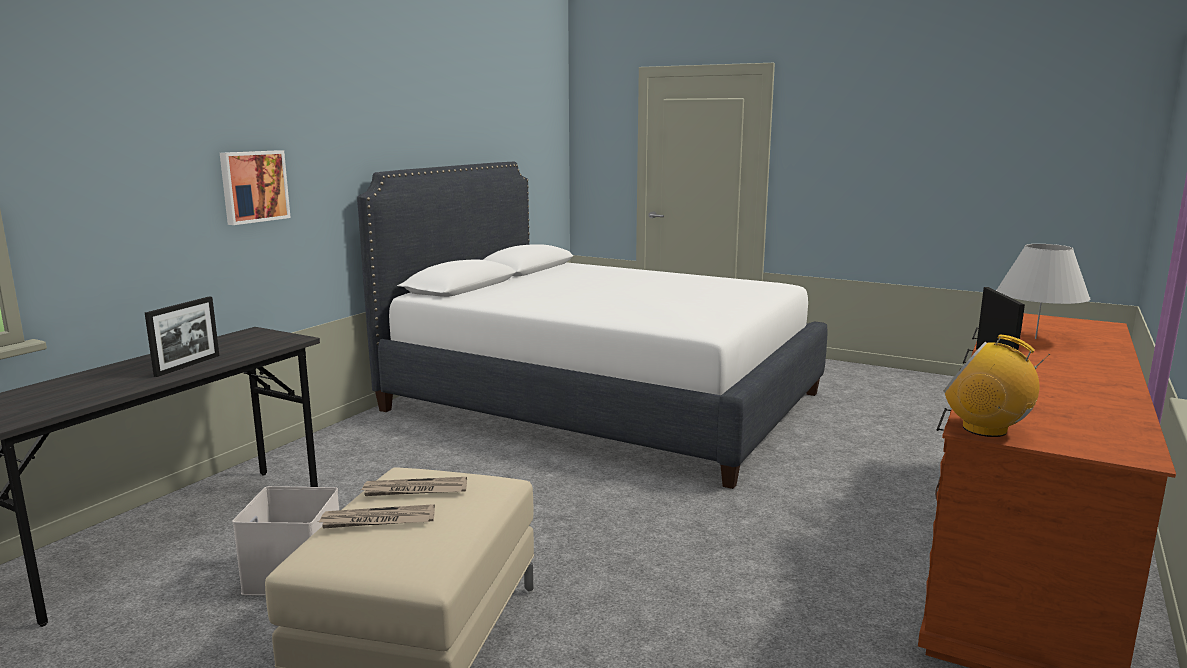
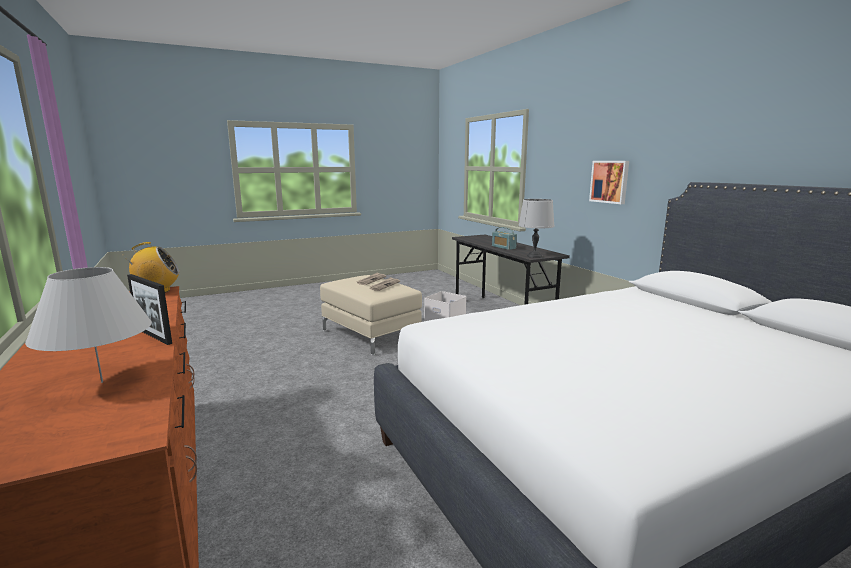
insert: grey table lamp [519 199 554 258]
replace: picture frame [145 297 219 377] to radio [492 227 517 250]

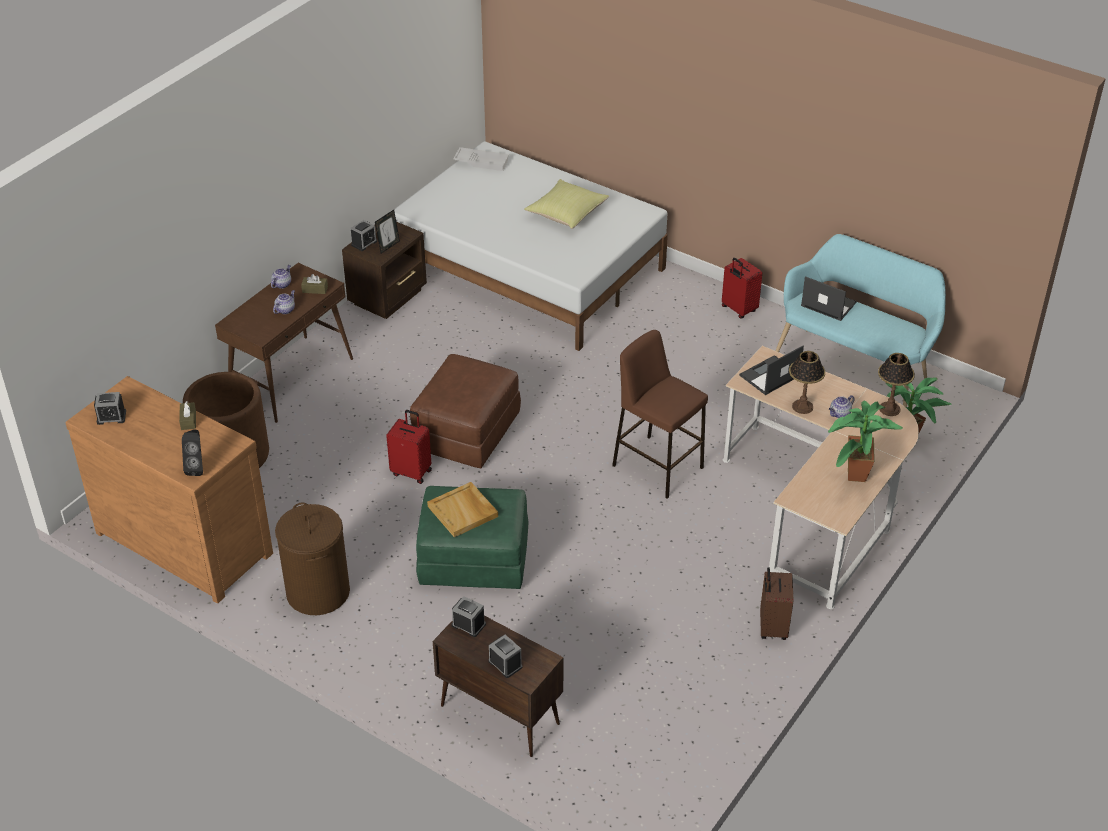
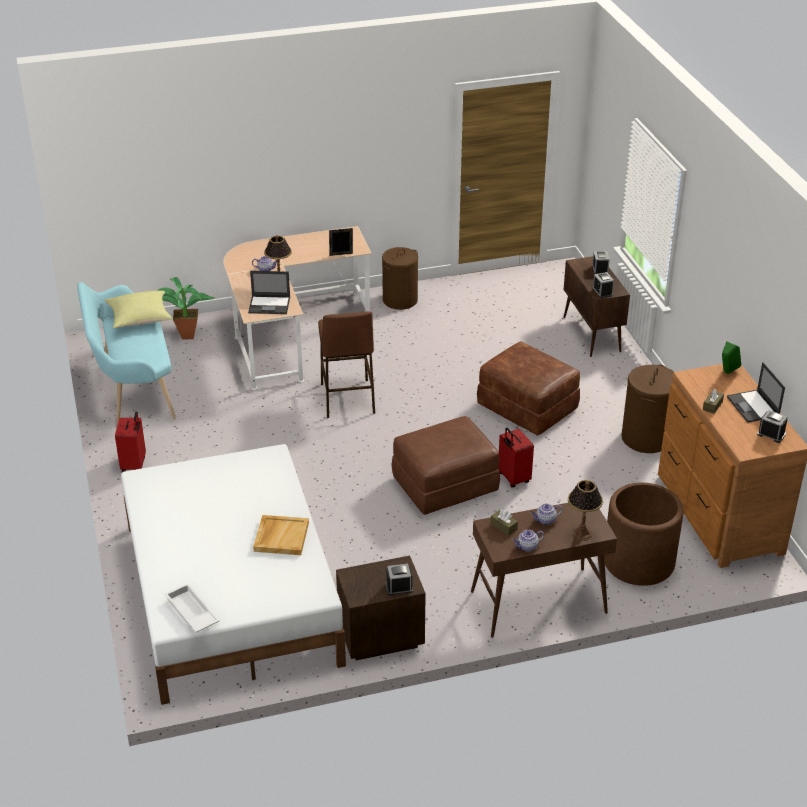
delete: potted plant [828 400 903 482]
move: yellow pillow [524 179 609 229] to [105 291 172 328]; beige tray [427 482 498 537] to [253 515 309 555]; picture frame [375 210 400 254] to [329 228 353 256]; table lamp [878 353 915 416] to [568 480 603 541]; laptop [801 276 857 321] to [727 362 785 423]
replace: brown suitcase [760 567 793 640] to brown laundry basket [382 247 418 310]
recolor: green ottoman [416 486 528 589] to brown ottoman [477 342 580 436]; black speaker [182 429 203 476] to green speaker [722 341 741 374]

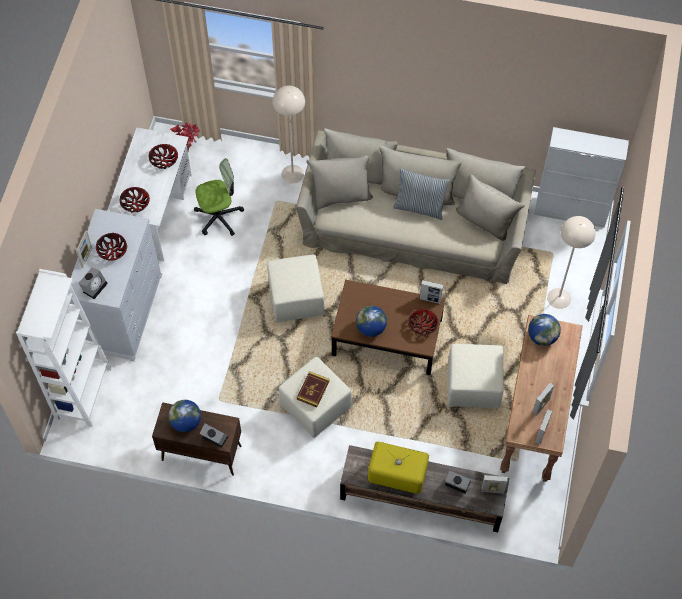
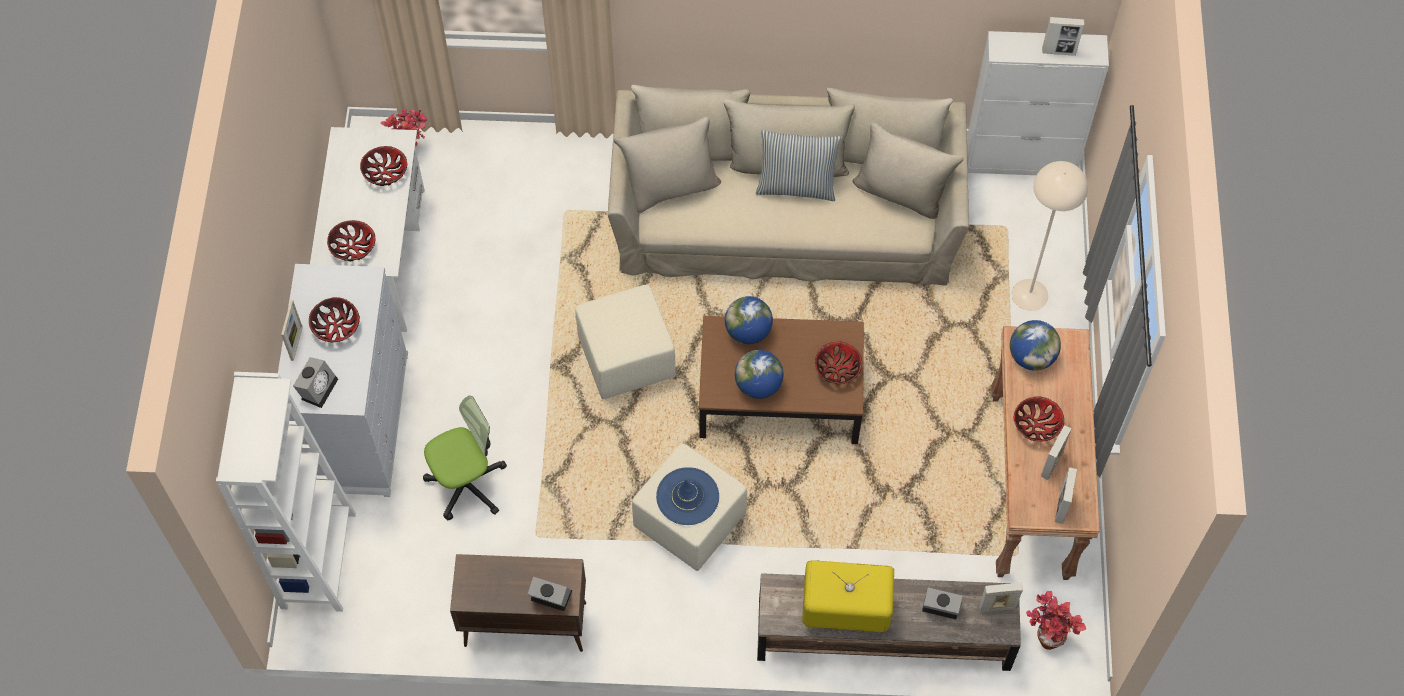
delete: beige floor lamp [272 86 305 184]; beige ottoman [448 344 504 408]
insert: bowl [1014 396 1064 442]; potted plant [1026 591 1086 650]
move: office chair [194 158 244 236] to [423 396 507 520]; globe [168 400 201 432] to [725 296 773 344]; picture frame [420 280 444 304] to [1042 17 1084 56]
replace: book [297 371 330 408] to blue hat [656 467 719 525]

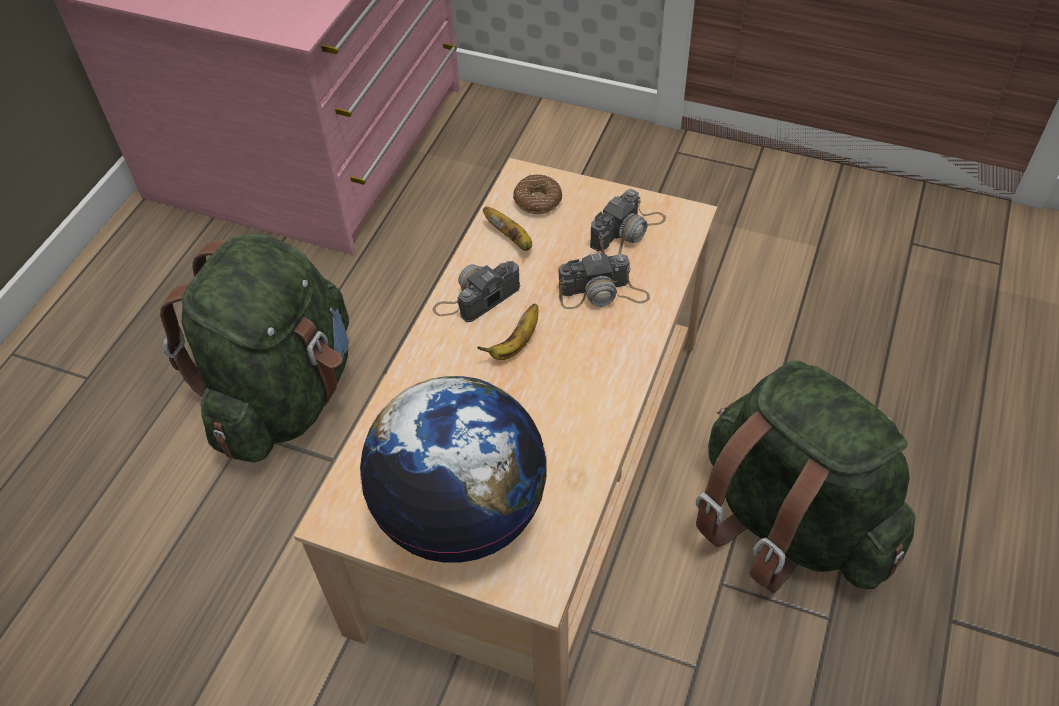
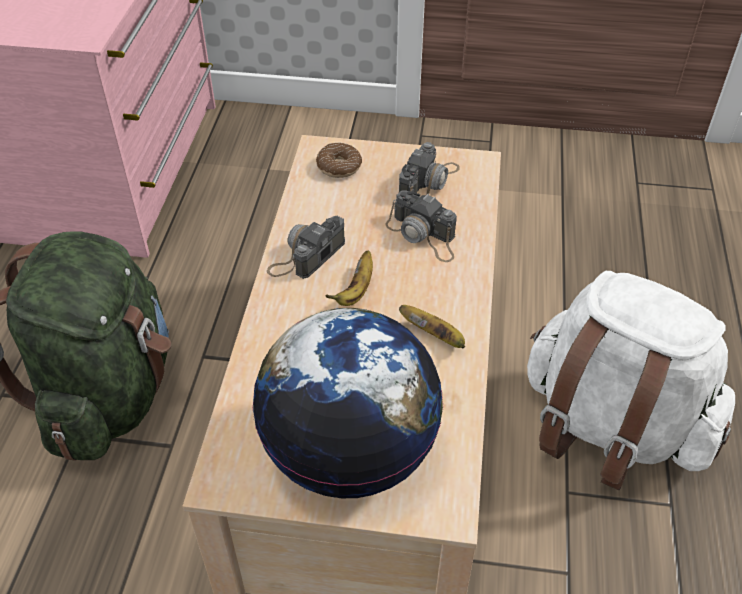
move: banana [483 207 532 251] to [399 305 465 349]
recolor: green backpack [696 360 916 593] to white backpack [527 271 735 490]
rotate: photo camera [559 252 650 309] = [385 190 457 262] 60 degrees clockwise

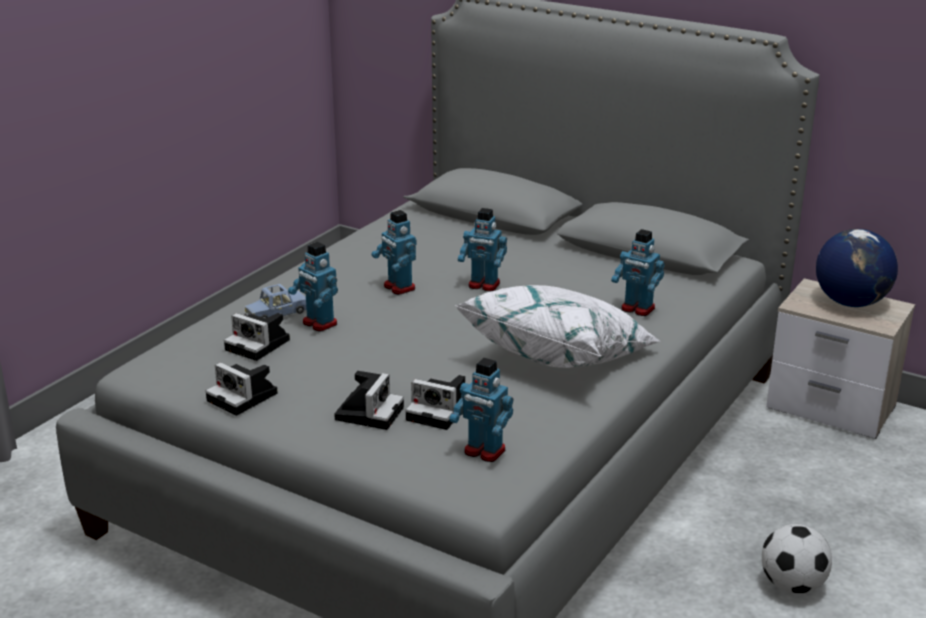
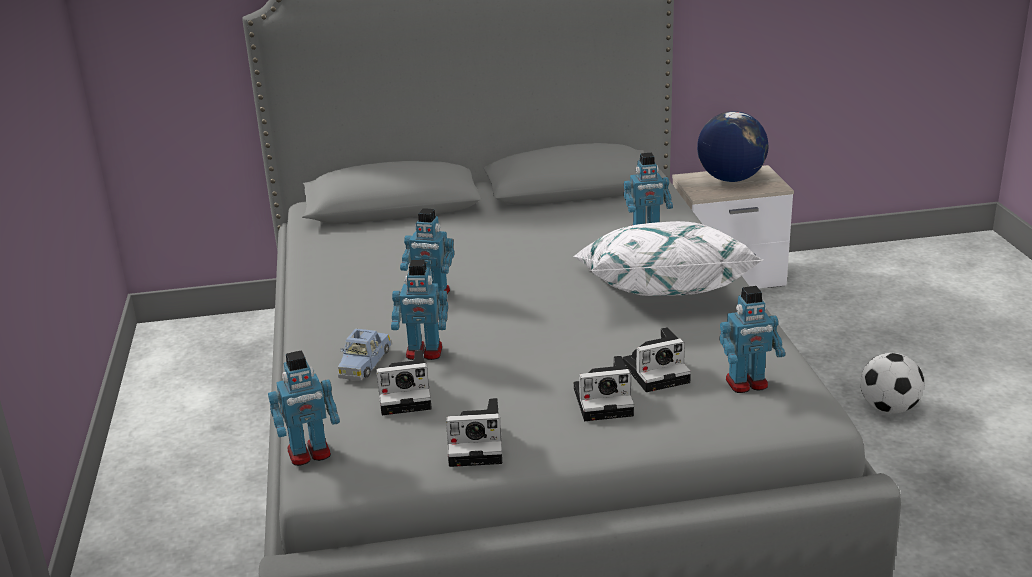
move: toy robot [458 208 507 291] to [268 350 340 466]
rotate: photo camera [334 371 404 430] = [574 356 634 421] 105 degrees clockwise

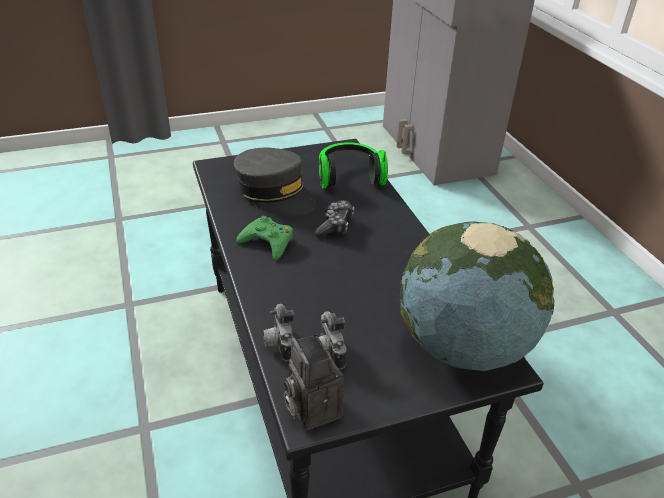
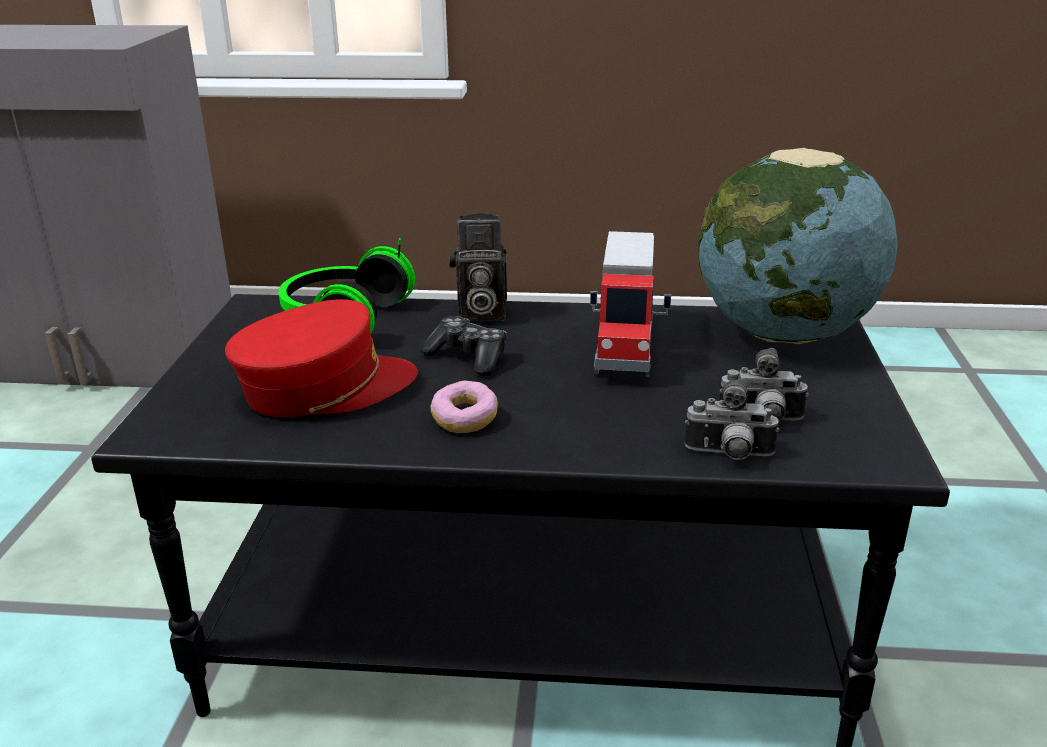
insert: toy truck [590 231 671 377]
move: photo camera [284 334 344 430] to [449 213 507 322]
replace: green game controller [236 216 293 260] to donut [431 381 498 433]
recolor: grey cap [234 148 317 216] to red cap [225 299 418 417]

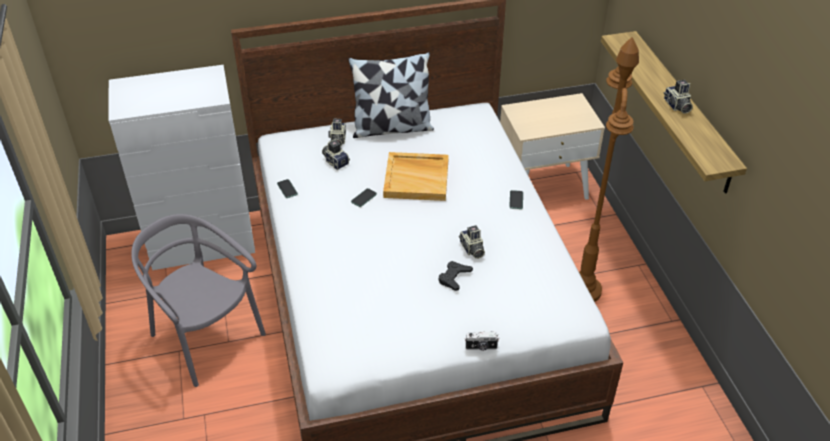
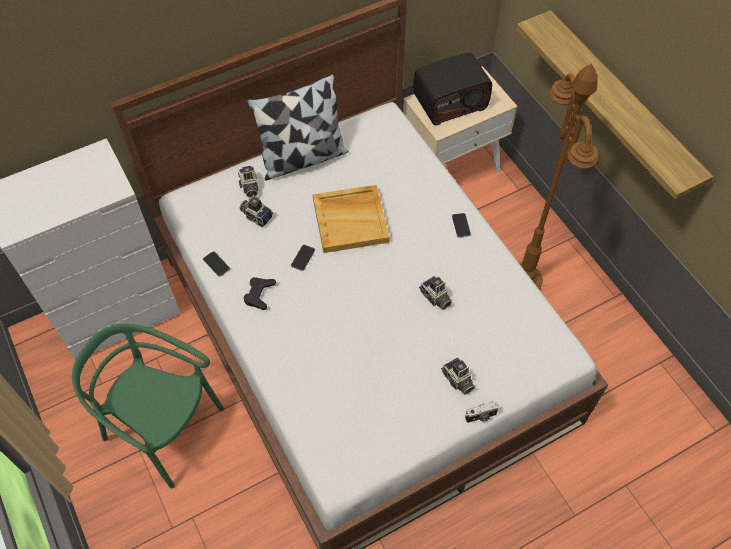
insert: radio [413 52 492 125]
move: black game controller [439 261 473 291] to [243 277 276 310]; photo camera [663 80 693 114] to [441 357 475 395]
recolor: grey chair [131 214 266 387] to green chair [72 324 224 488]

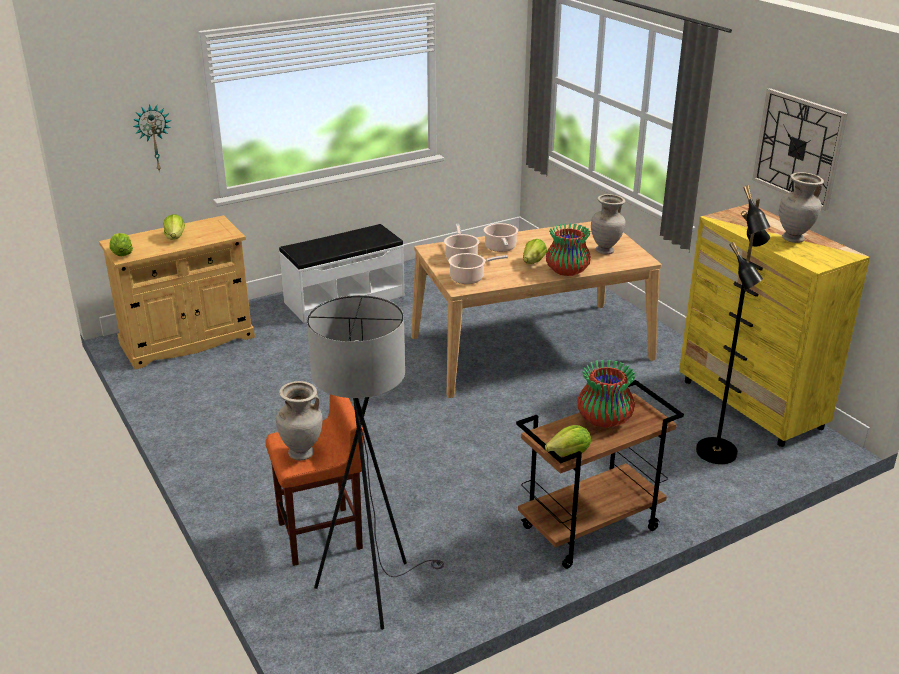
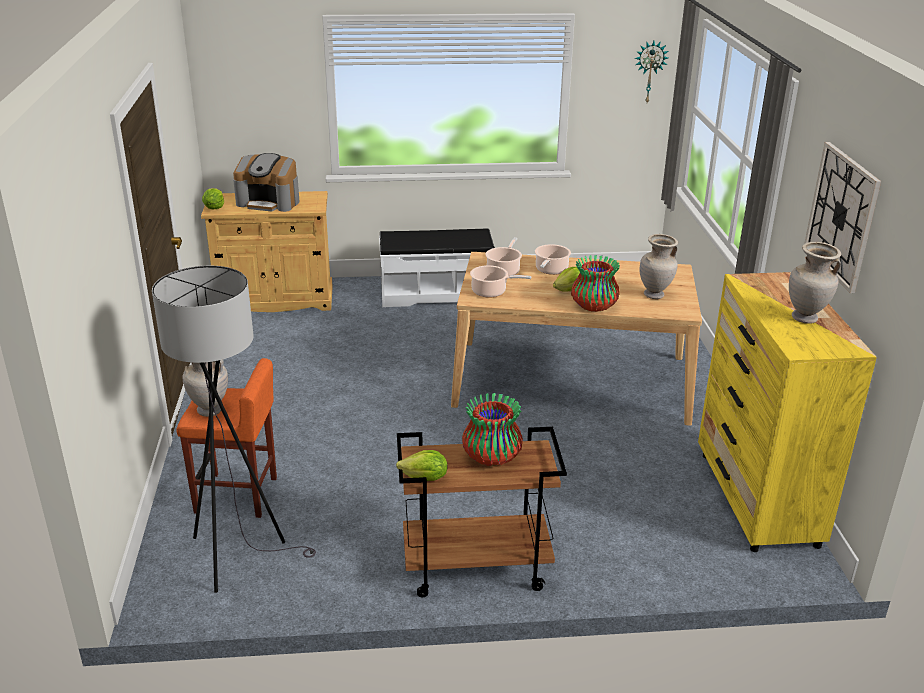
delete: black floor lamp [696 186 770 464]
move: wall clock [133 104 171 172] to [635 41 668 103]
replace: lettuce [164 214 185 240] to coffee machine [233 153 300 212]

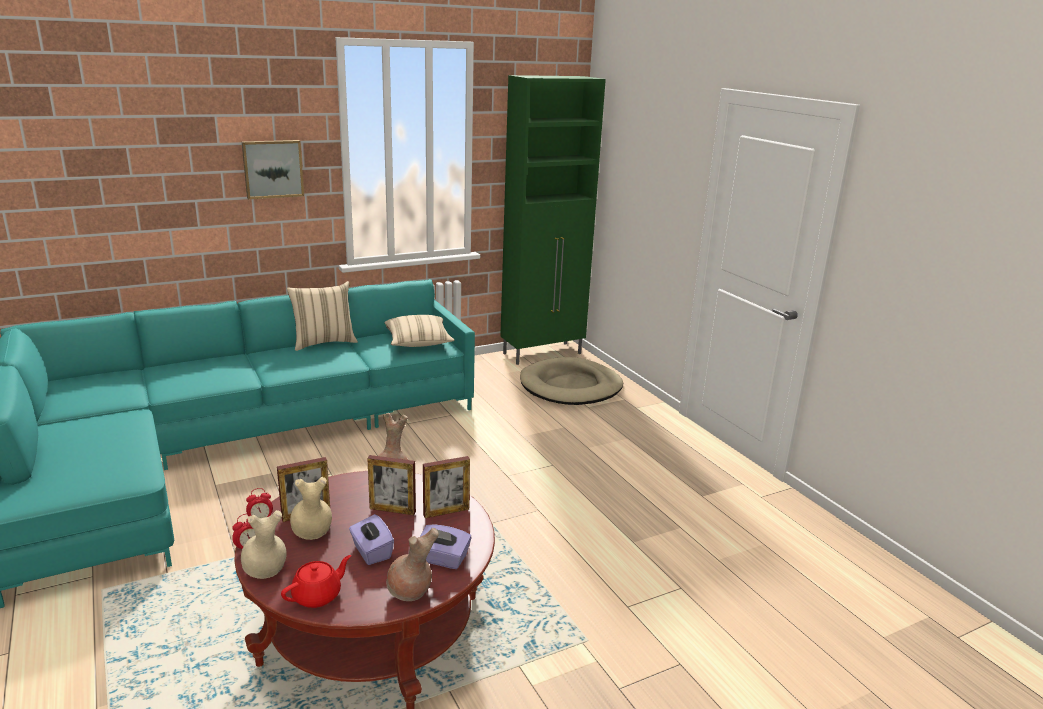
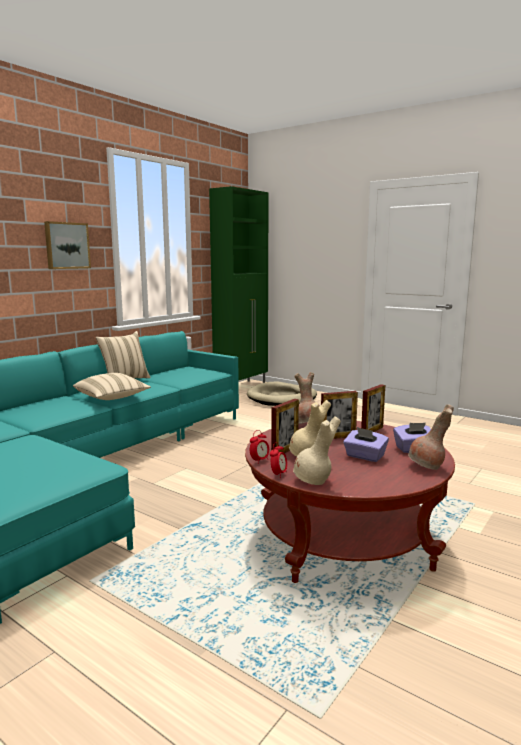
delete: red teapot [281 555 351 608]
move: beige pillow [384 315 454 347] to [73 373 151 400]

